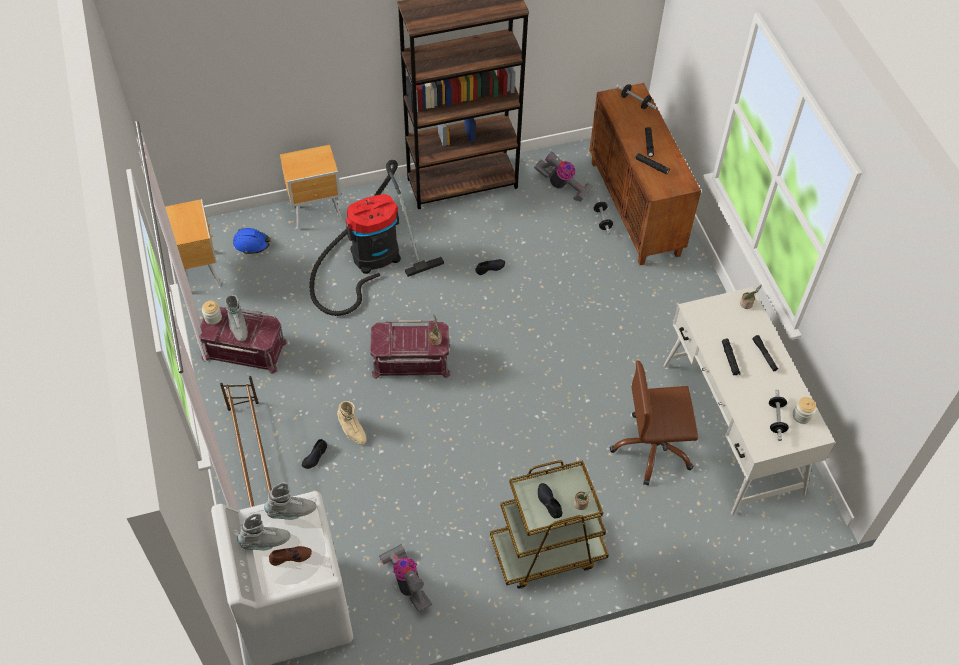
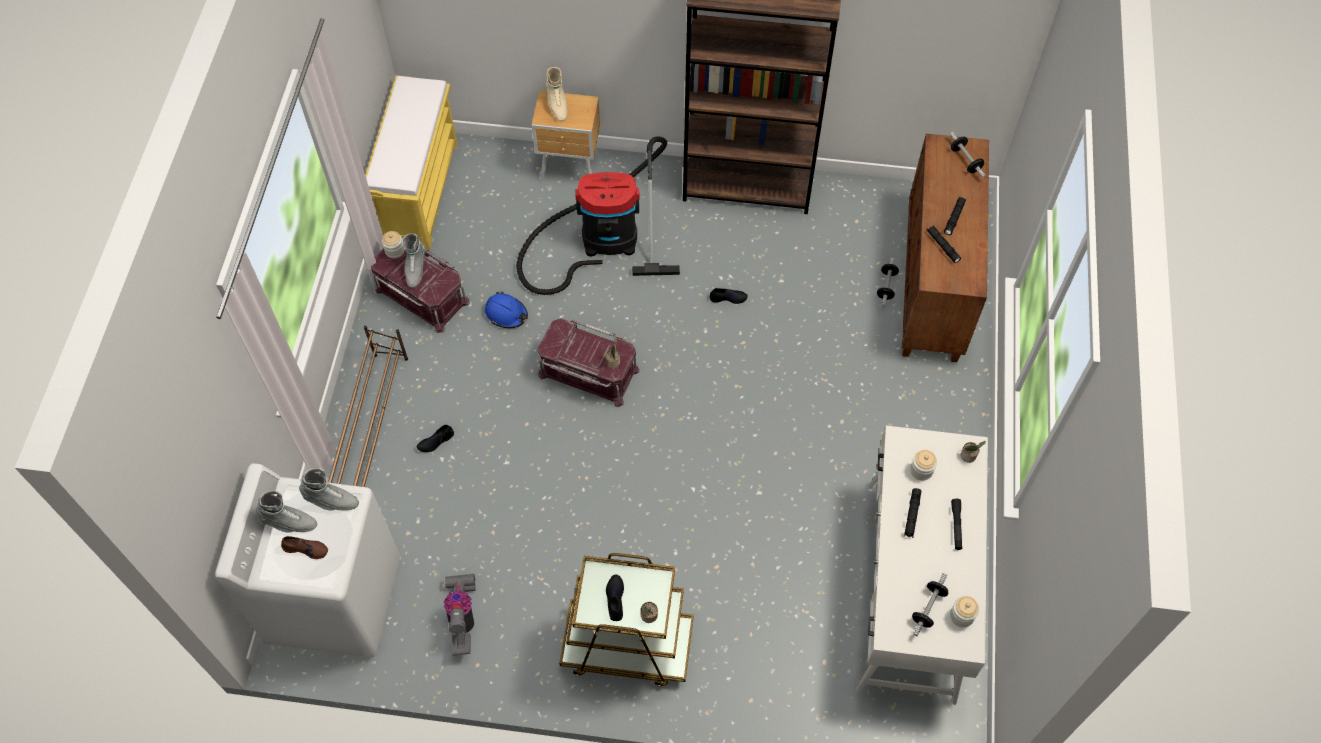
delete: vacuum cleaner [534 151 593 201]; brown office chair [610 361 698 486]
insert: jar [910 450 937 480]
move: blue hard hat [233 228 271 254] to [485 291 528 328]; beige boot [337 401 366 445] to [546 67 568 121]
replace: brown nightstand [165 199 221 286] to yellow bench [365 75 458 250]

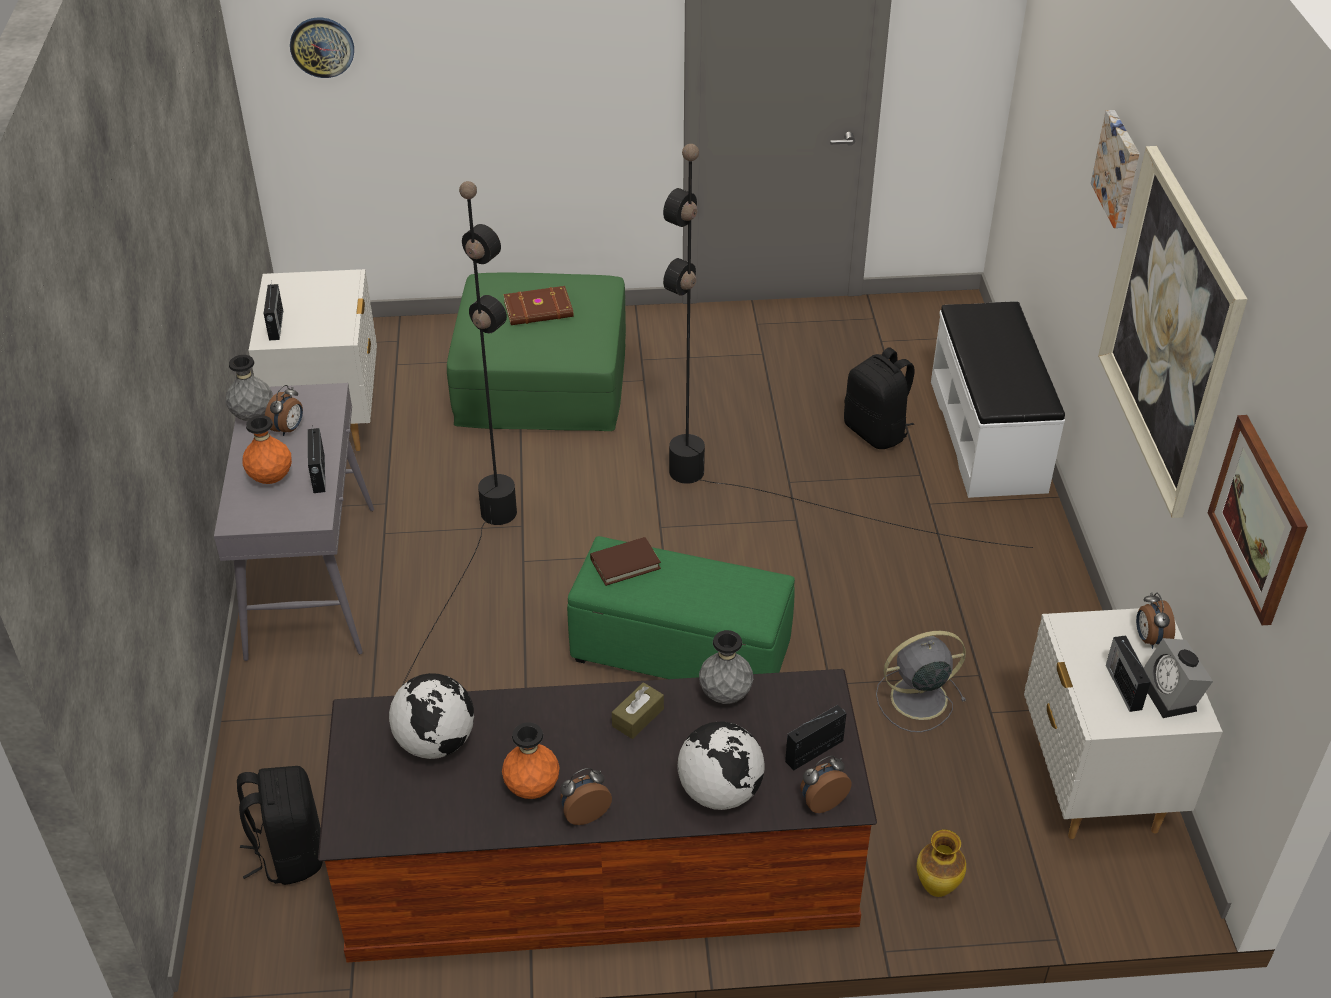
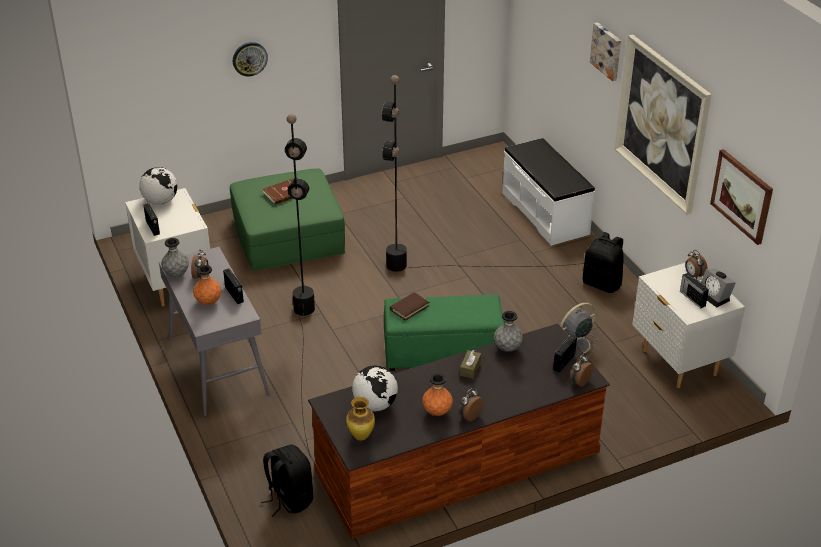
move: globe [678 721 765 810] to [139 167 177 205]; wall clock [290 17 354 78] to [233 42 268 76]; vase [917 829 966 897] to [346 397 375 441]; black backpack [844 347 915 449] to [583 232 624 293]

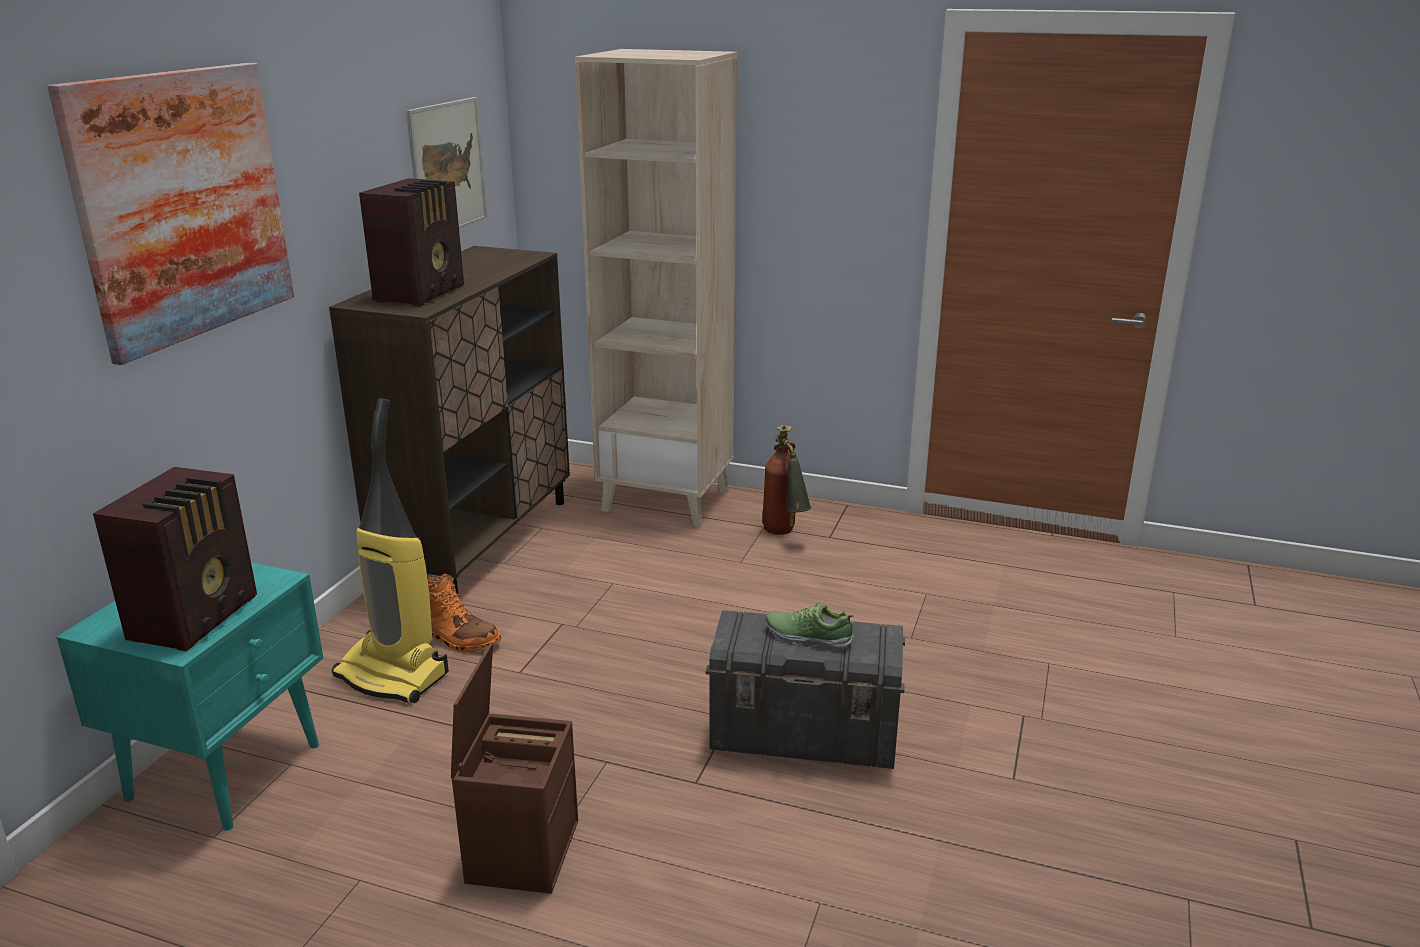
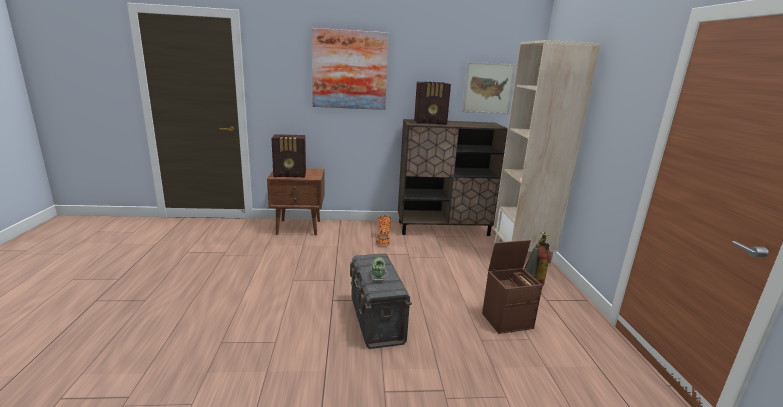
delete: vacuum cleaner [332 398 449 703]
move: brown storage box [451 642 578 894] to [482 240 543 334]
recolor: turquoise nightstand [56 563 323 831] to brown nightstand [267 168 324 235]

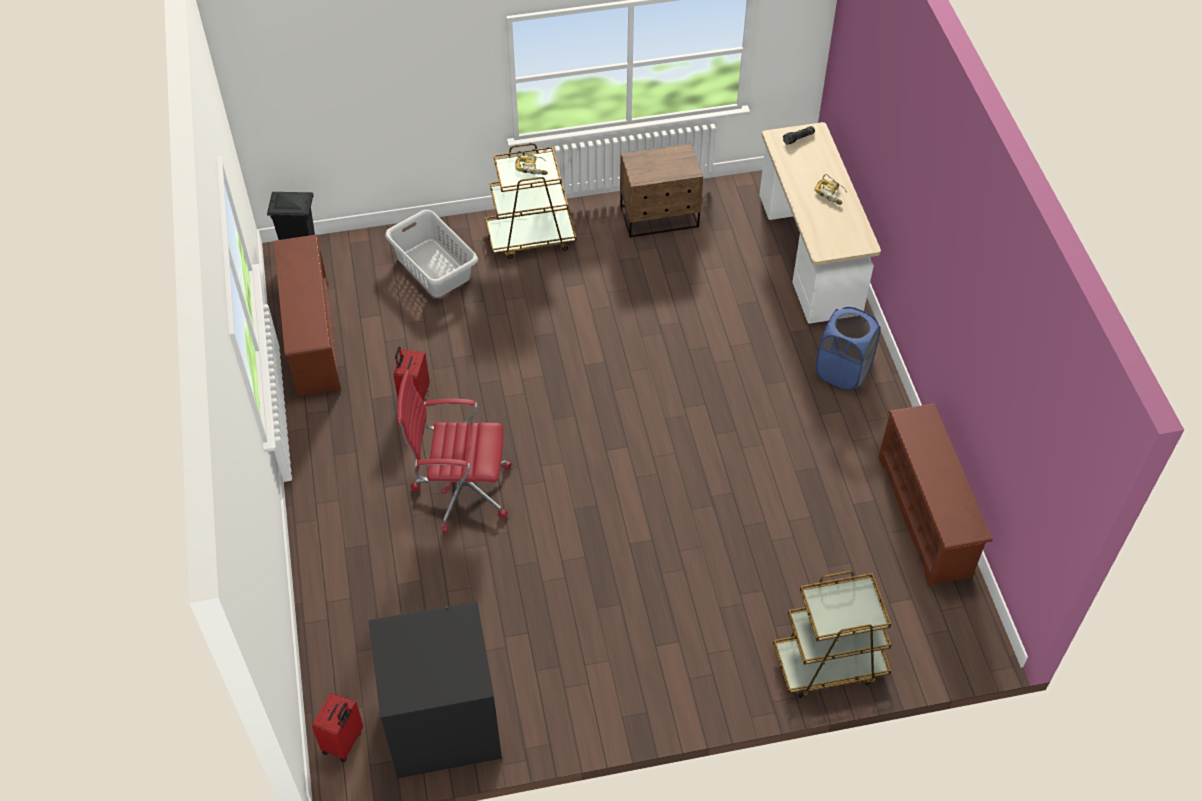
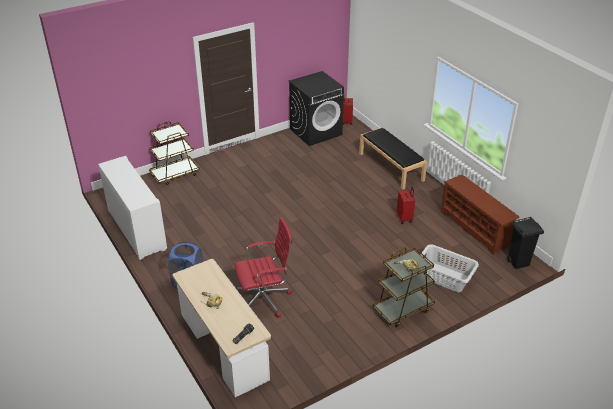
delete: brown nightstand [620 143 703 238]
insert: black bench [359 128 427 190]
move: red office chair [397 370 512 532] to [235 217 292 318]
replace: brown shoe rack [878 403 993 587] to white cabinet [98 156 167 260]

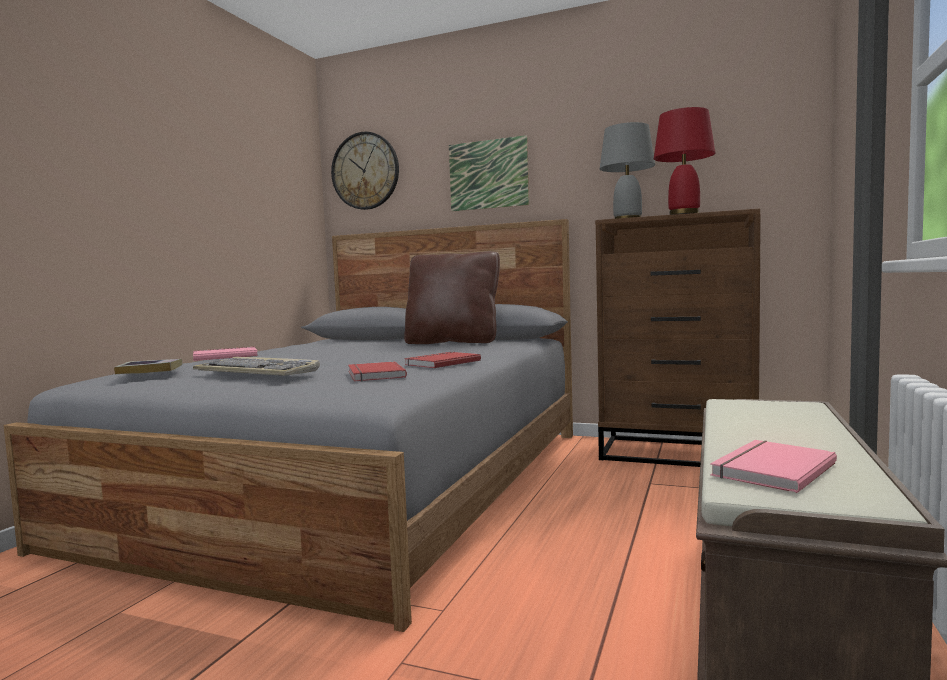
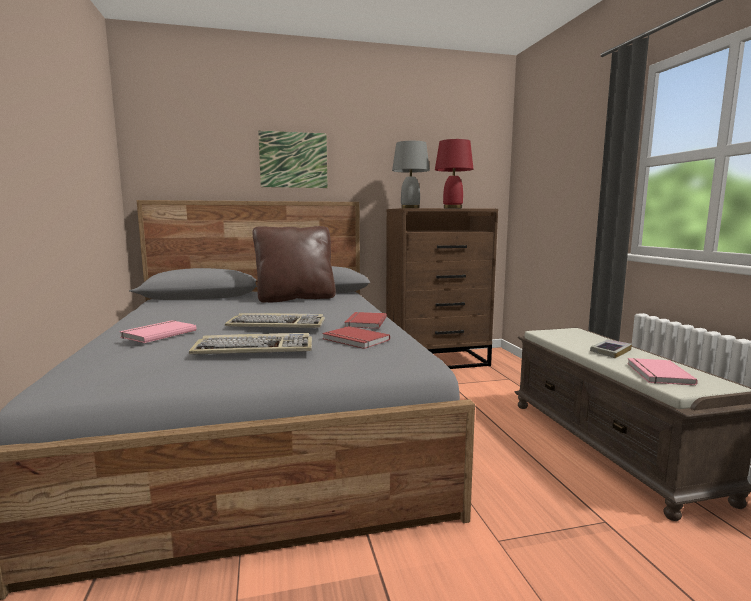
delete: wall clock [331 132 399 210]
insert: keyboard [225 313 325 328]
move: book [114 359 183 374] to [590 340 632 358]

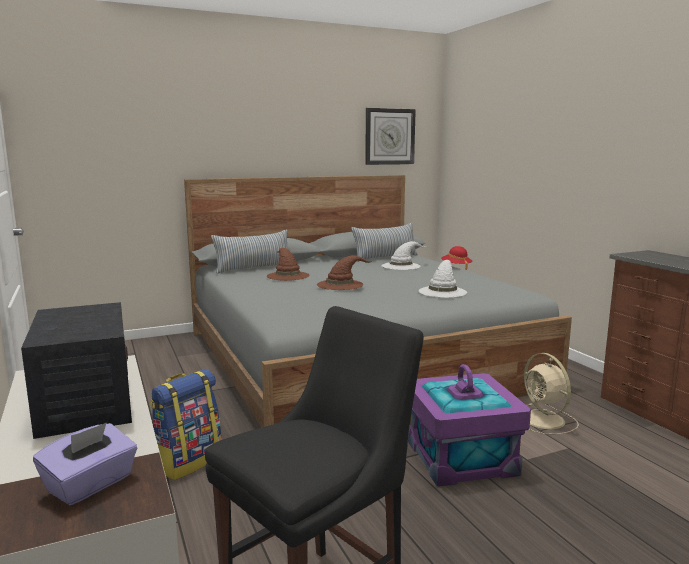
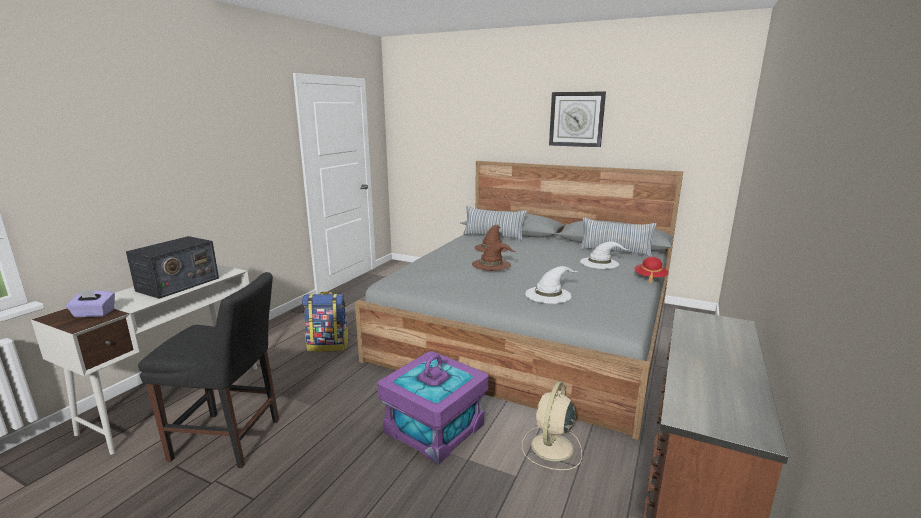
move: wall clock [365 108 416 165] to [549 91 606 147]

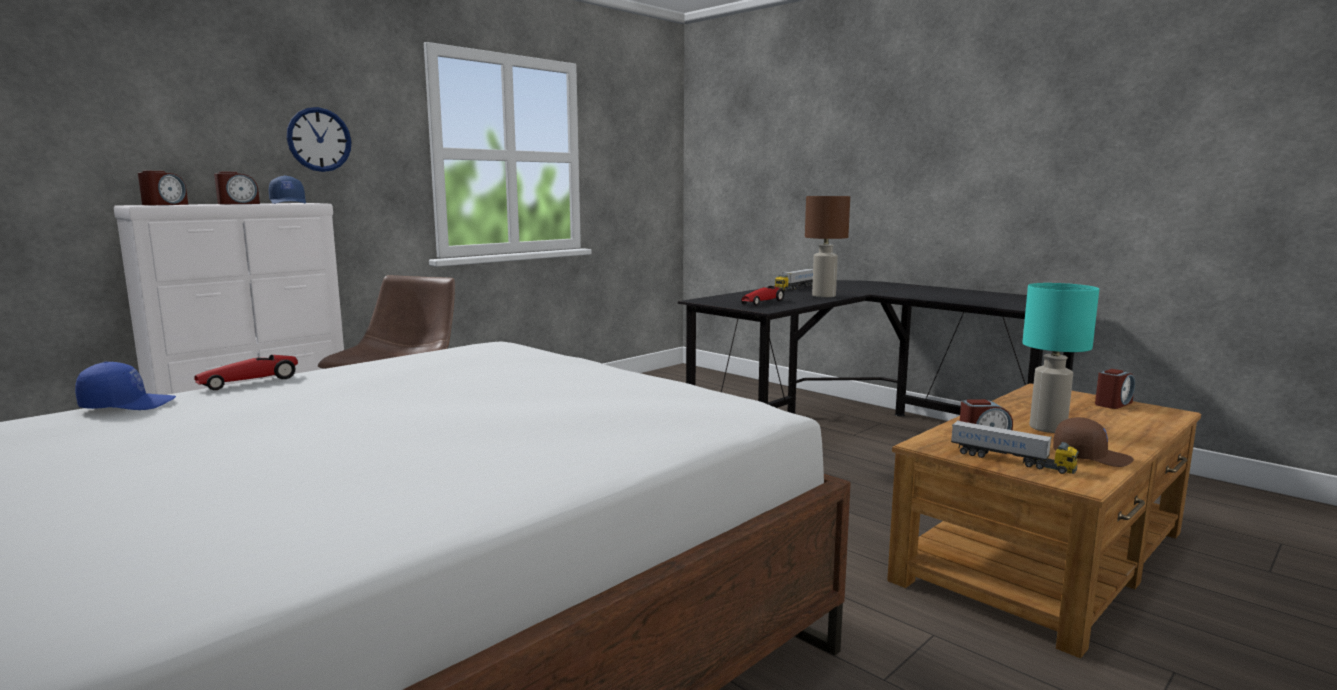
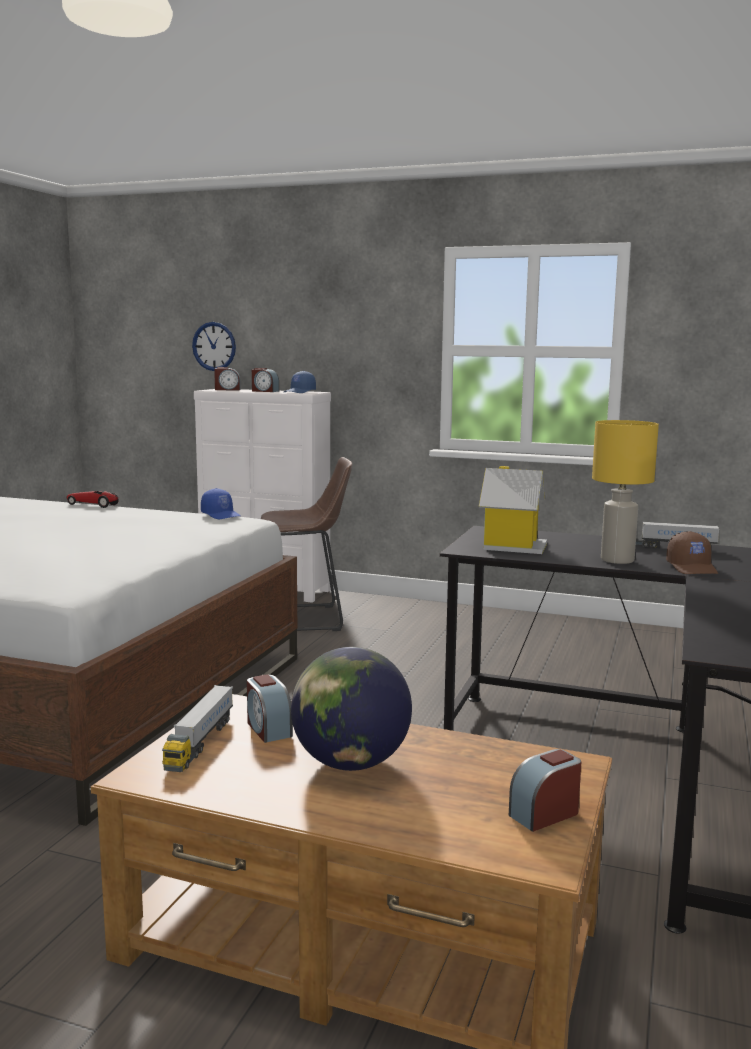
move: wall clock [286 107 351 172] to [192 322 236 371]; blue cap [75 362 176 410] to [201 488 241 519]; brown cap [1053 417 1134 467] to [666 531 718 574]
replace: turquoise table lamp [1022 283 1099 433] to globe [291 647 412 771]; toy car [741 286 784 306] to toy house [479 466 547 554]
recolor: brown table lamp [805 196 850 298] to yellow table lamp [592 420 659 564]
rotate: alarm clock [1095 369 1135 409] = [509 749 581 832] 120 degrees clockwise

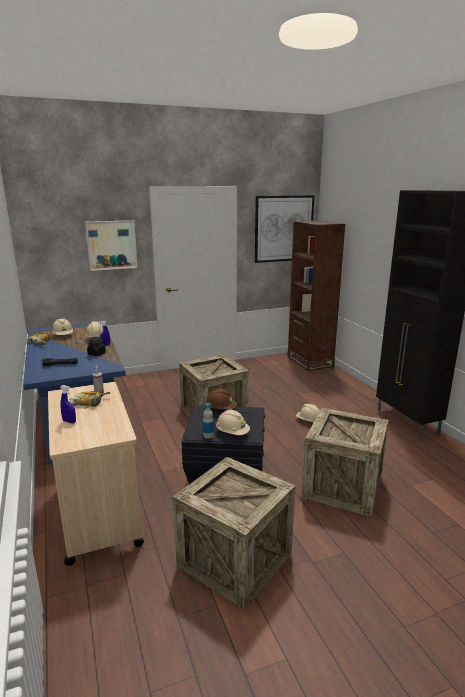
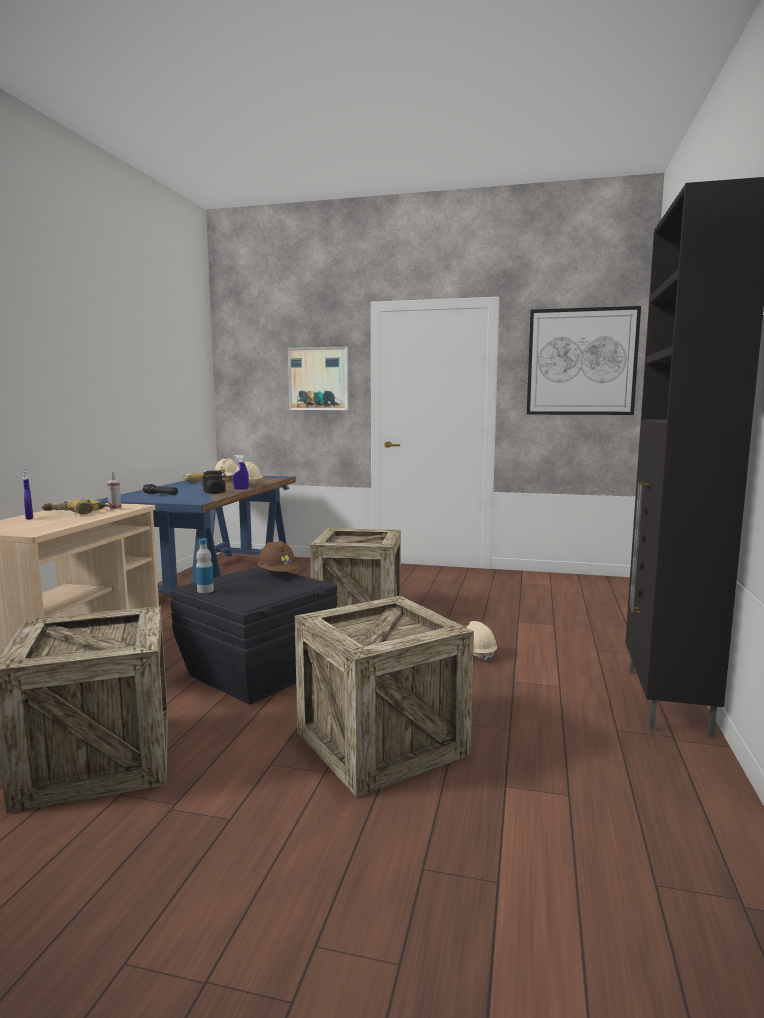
delete: beige hard hat [216 409 250 435]; brown bookcase [287 221 346 371]

